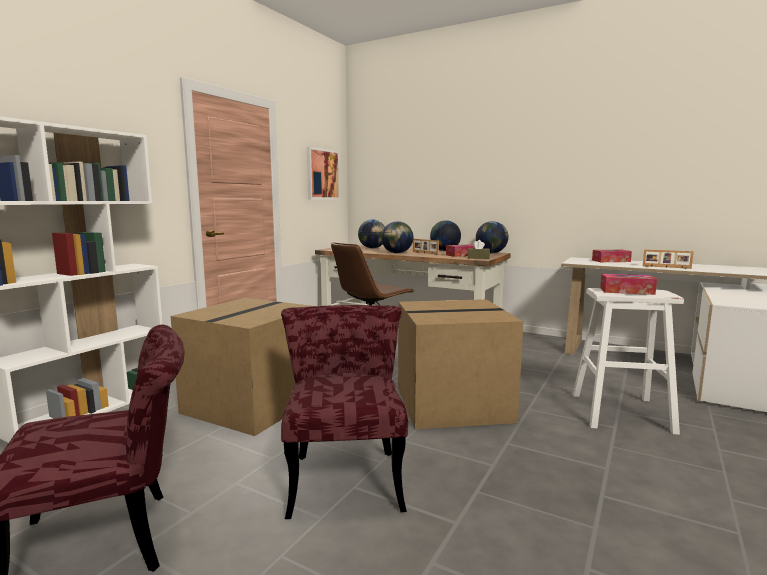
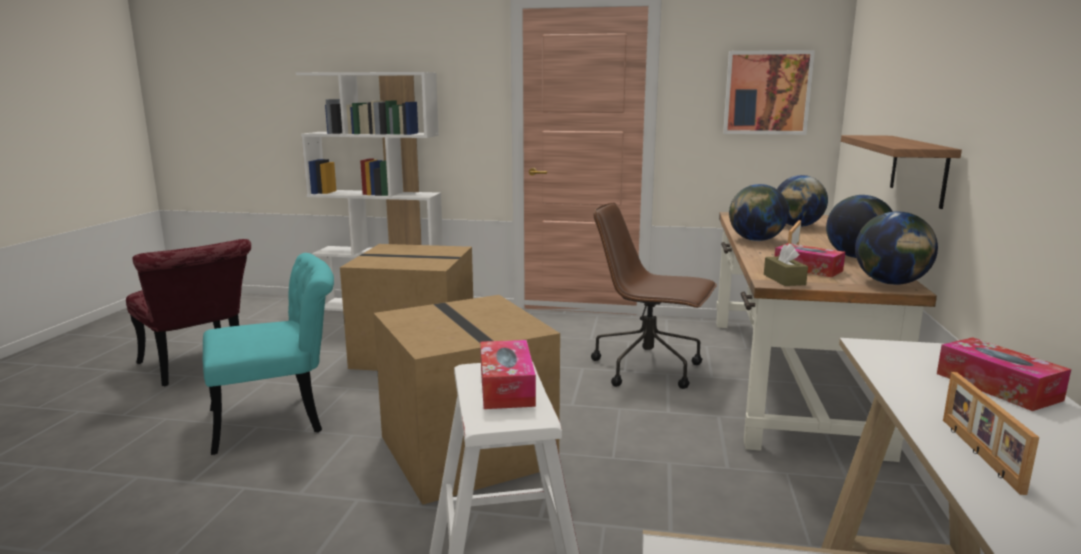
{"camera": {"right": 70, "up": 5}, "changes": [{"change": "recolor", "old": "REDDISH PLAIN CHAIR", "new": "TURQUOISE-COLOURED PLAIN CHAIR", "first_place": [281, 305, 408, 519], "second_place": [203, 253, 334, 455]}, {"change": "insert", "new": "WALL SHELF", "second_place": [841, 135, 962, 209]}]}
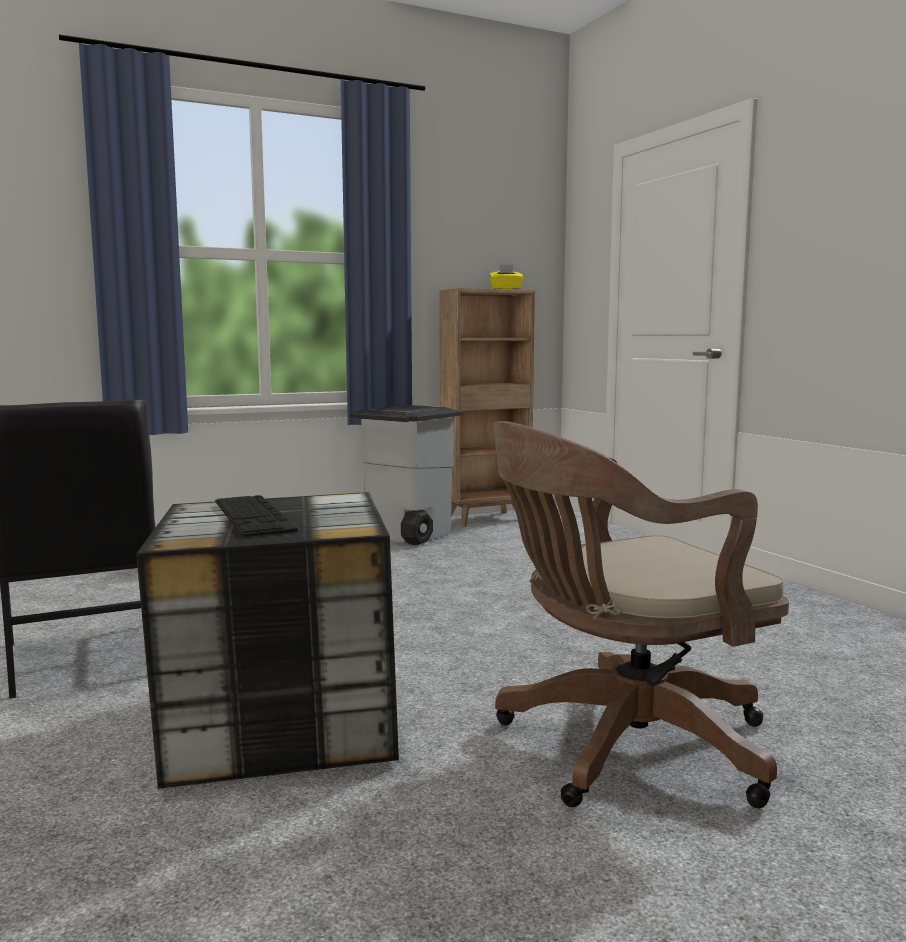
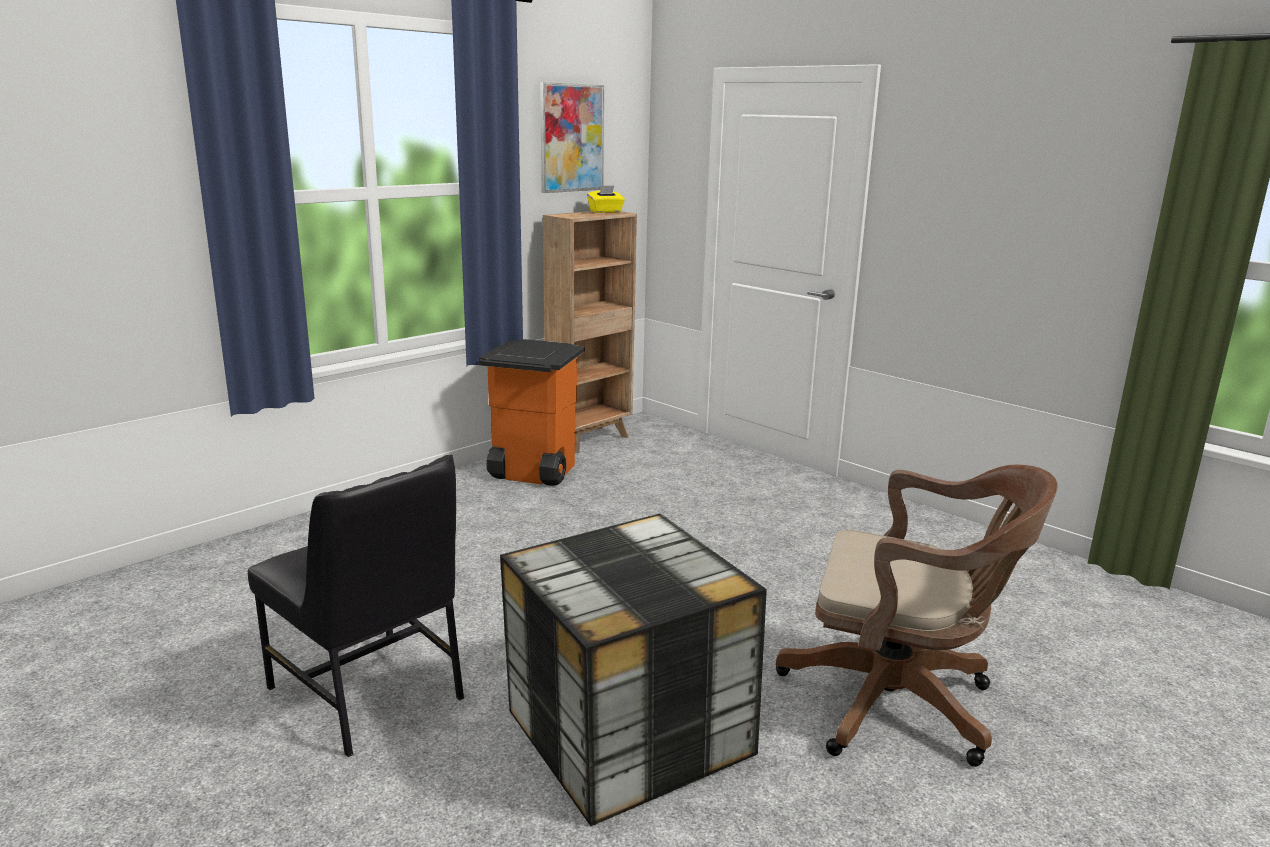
{"camera": {"right": -20, "up": 10}, "changes": [{"change": "recolor", "old": "GRAY WASTE BIN", "new": "ORANGE-COLOURED WASTE BIN", "first_place": [349, 405, 462, 545], "second_place": [479, 339, 585, 486]}, {"change": "rotate", "old": "BROWNISH COMPUTER CHAIR", "first_place": [493, 421, 789, 808], "second_place": [776, 464, 1058, 767], "degrees": -120}, {"change": "delete", "old": "PC KEYBOARD", "first_place": [215, 495, 298, 537]}, {"change": "insert", "new": "WALL PICTURE", "second_place": [540, 82, 604, 193]}]}
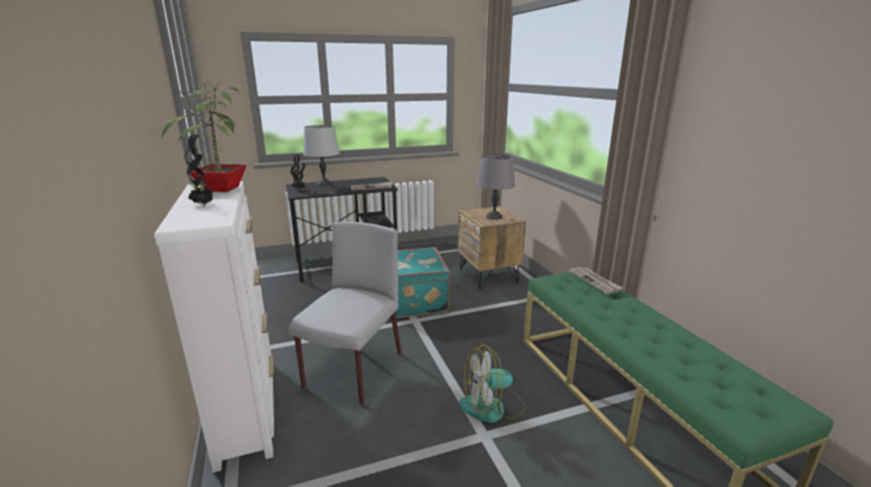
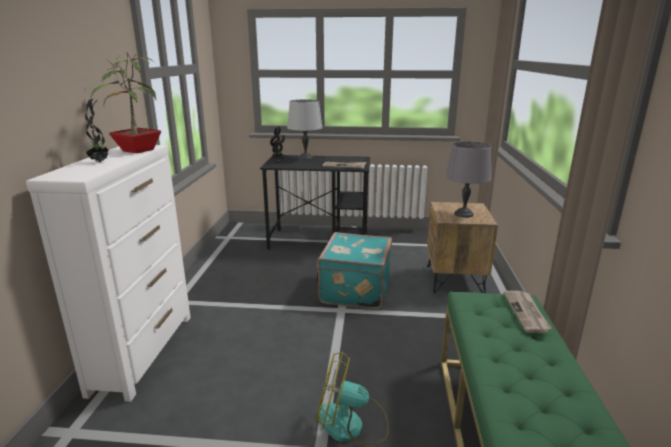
{"camera": {"right": 25, "up": 0}, "changes": [{"change": "delete", "old": "GRAY PLAIN CHAIR", "first_place": [289, 222, 402, 405]}]}
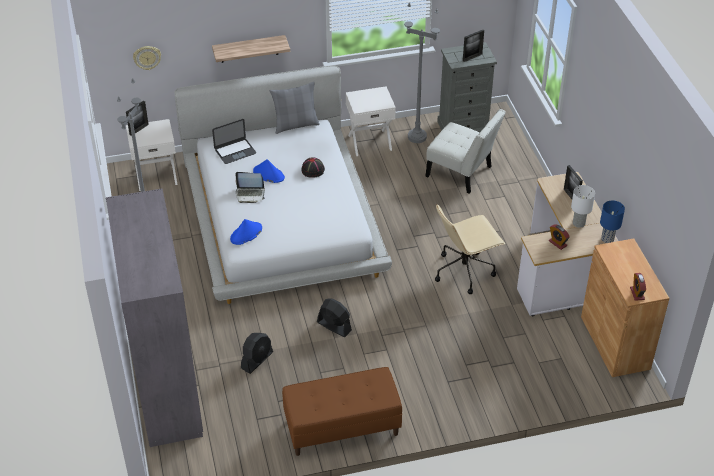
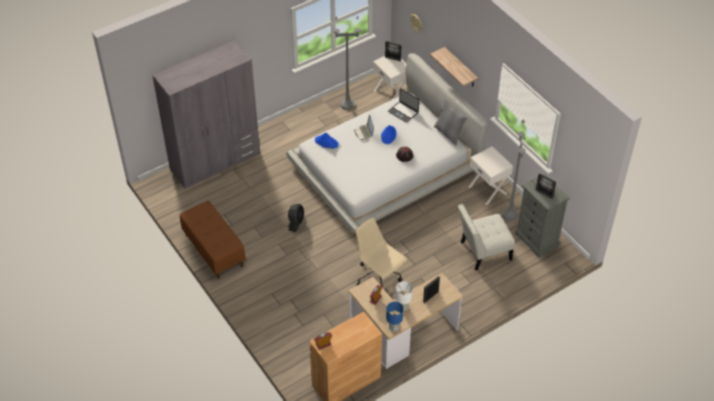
{"camera": {"right": 70, "up": 5}, "changes": [{"change": "rotate", "old": "WHITE PLAIN CHAIR", "first_place": [425, 109, 506, 194], "second_place": [458, 204, 515, 271], "degrees": 60}, {"change": "delete", "old": "BLACK COOLING FAN", "first_place": [241, 333, 273, 374]}]}
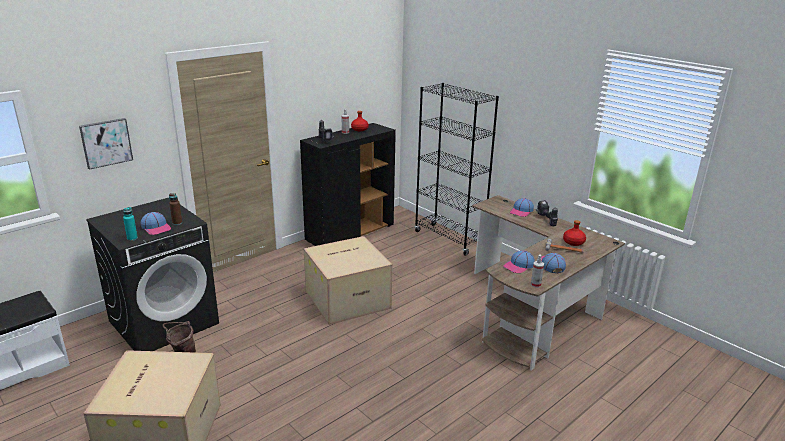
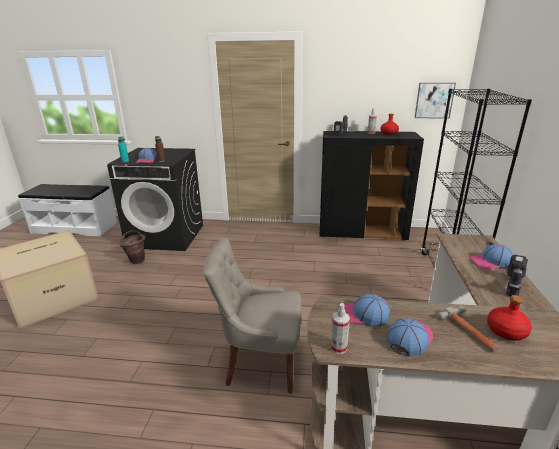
{"camera": {"right": 50, "up": 0}, "changes": [{"change": "move", "old": "WALL PICTURE", "first_place": [79, 118, 133, 170], "second_place": [415, 83, 456, 119]}, {"change": "delete", "old": "CARDBOARD BOX", "first_place": [304, 236, 392, 325]}, {"change": "insert", "new": "GRAY PLAIN CHAIR", "second_place": [203, 238, 302, 393]}]}
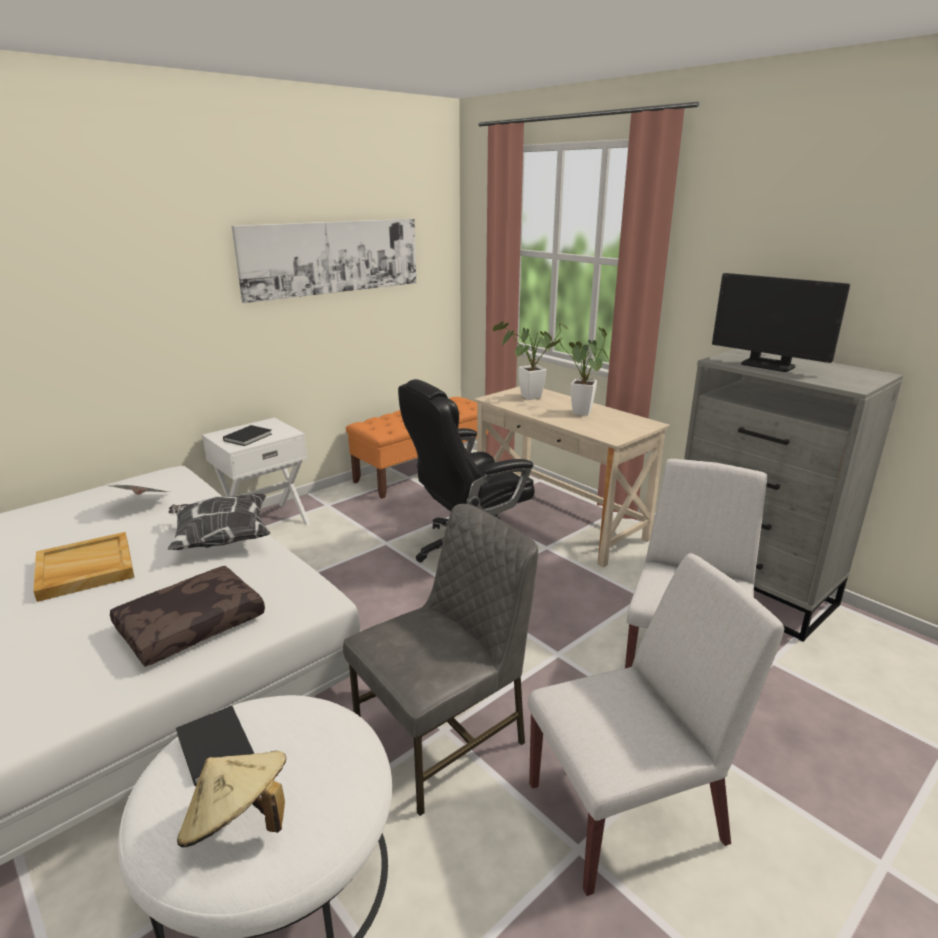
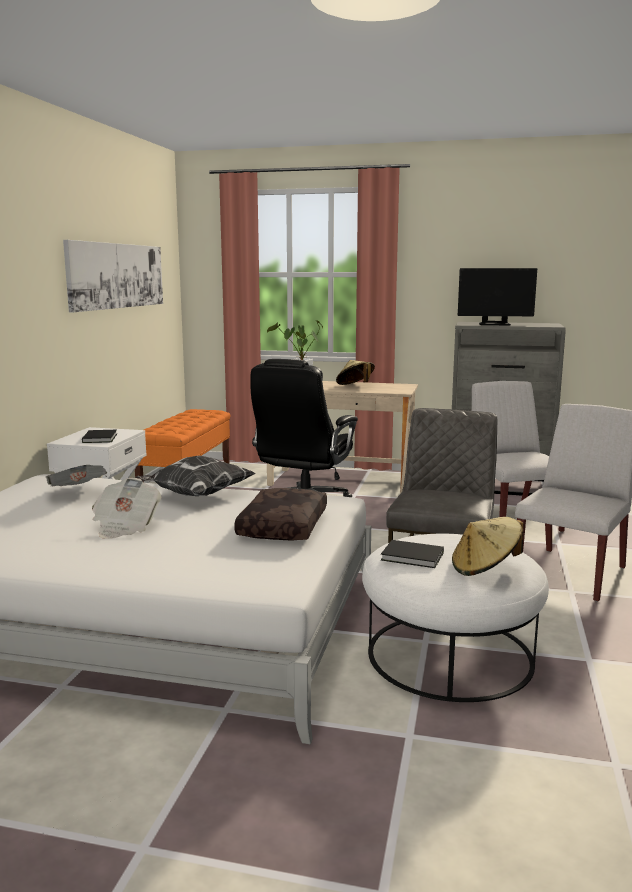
{"camera": {"right": -35, "up": -10}, "changes": [{"change": "replace", "old": "PLANT IN A POT", "new": "BEIGE-COLOURED CLOTHING HAT", "first_place": [545, 327, 608, 416], "second_place": [336, 360, 375, 385]}, {"change": "replace", "old": "BEIGE-COLOURED CARRYING TRAY", "new": "NEWSPAPER", "first_place": [33, 532, 134, 602], "second_place": [92, 478, 161, 539]}]}
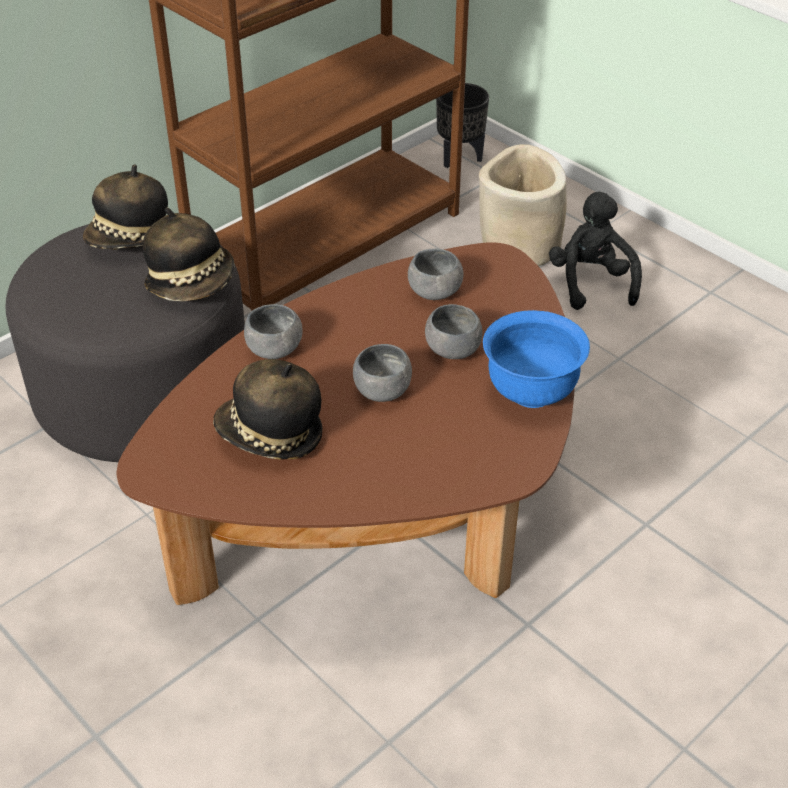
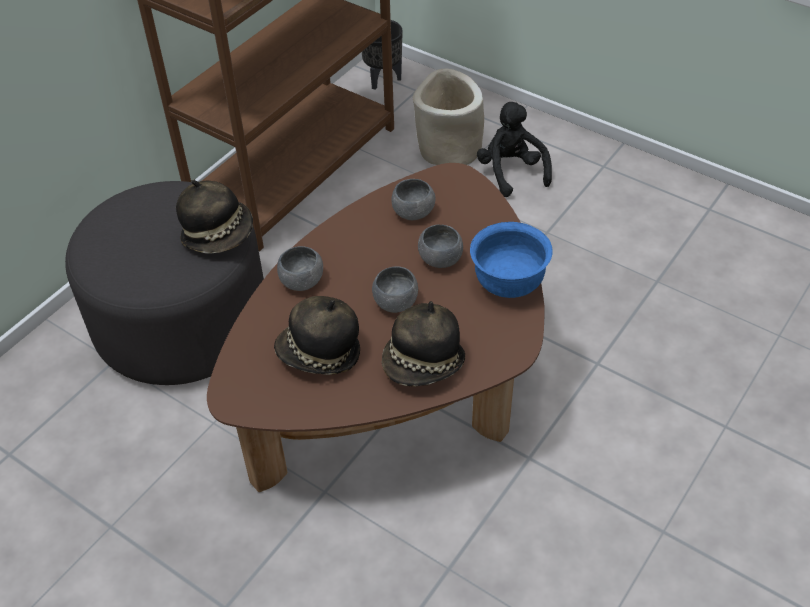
{"camera": {"right": -10, "up": 5}, "changes": [{"change": "move", "old": "CLOTHING HAT", "first_place": [83, 164, 168, 250], "second_place": [382, 301, 465, 387]}]}
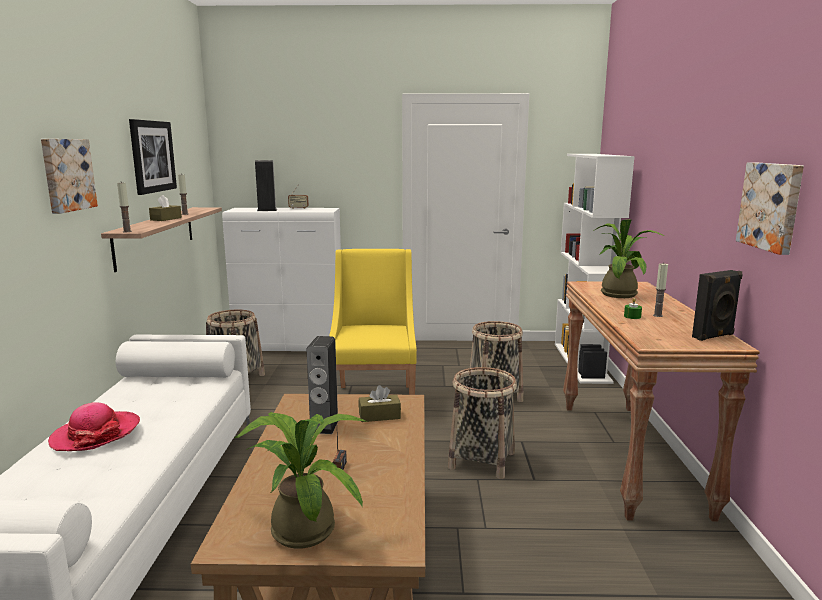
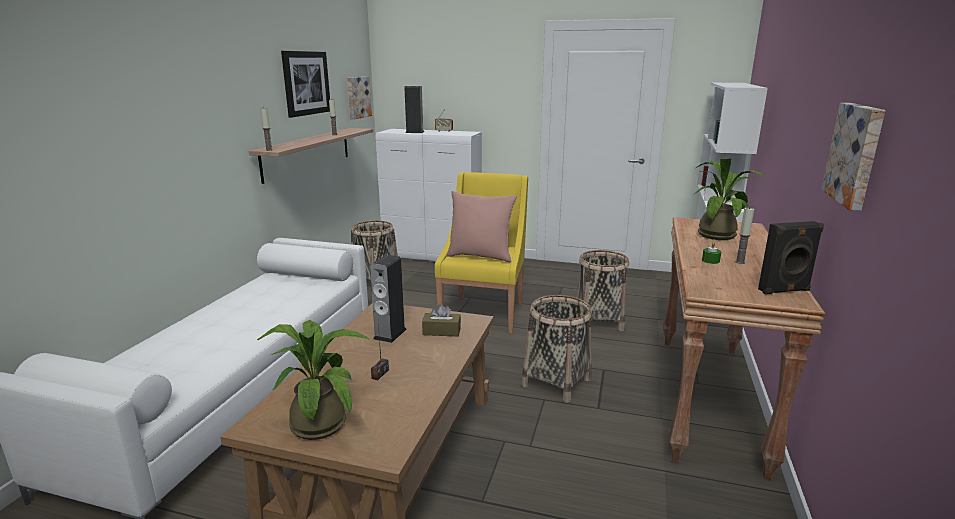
{"camera": {"right": 15, "up": 5}, "changes": [{"change": "move", "old": "WALL PICTURE", "first_place": [41, 139, 98, 214], "second_place": [347, 77, 372, 119]}, {"change": "delete", "old": "BROWNISH TISSUE BOX", "first_place": [149, 195, 182, 221]}, {"change": "delete", "old": "CLOTHING HAT", "first_place": [48, 402, 140, 451]}, {"change": "insert", "new": "PINK-COLOURED CUSHION", "second_place": [447, 191, 517, 262]}]}
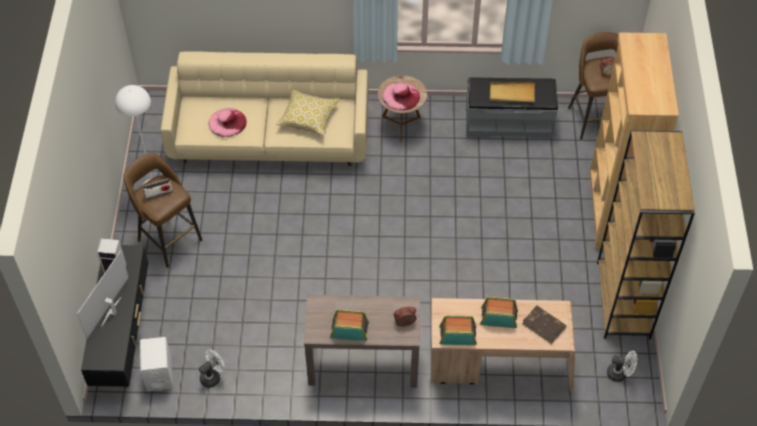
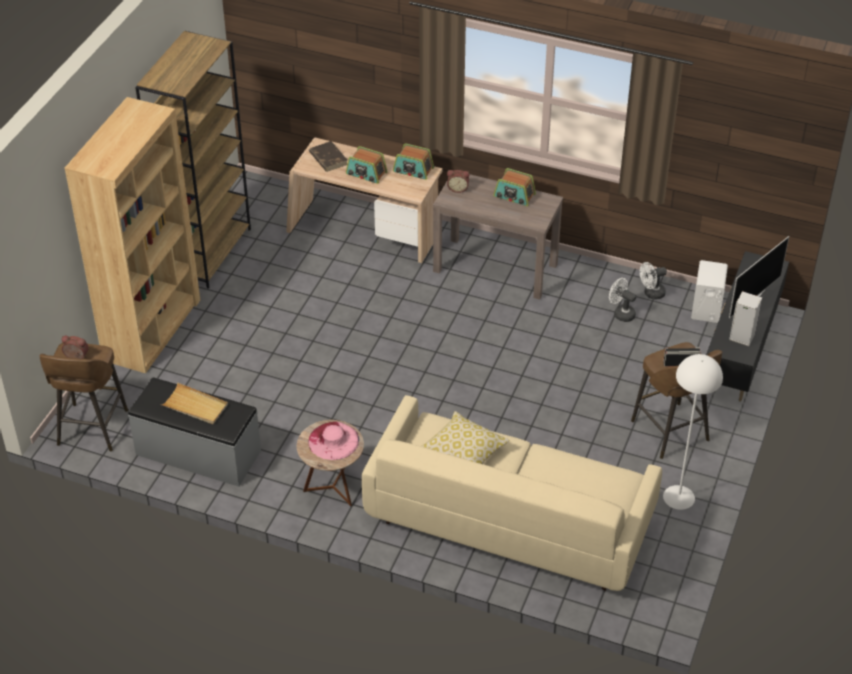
{"camera": {"right": -160, "up": -10}, "changes": [{"change": "delete", "old": "PINK-COLOURED CLOTHING HAT", "first_place": [209, 108, 247, 137]}, {"change": "move", "old": "WHITE COOLING FAN", "first_place": [607, 351, 637, 382], "second_place": [609, 278, 636, 322]}]}
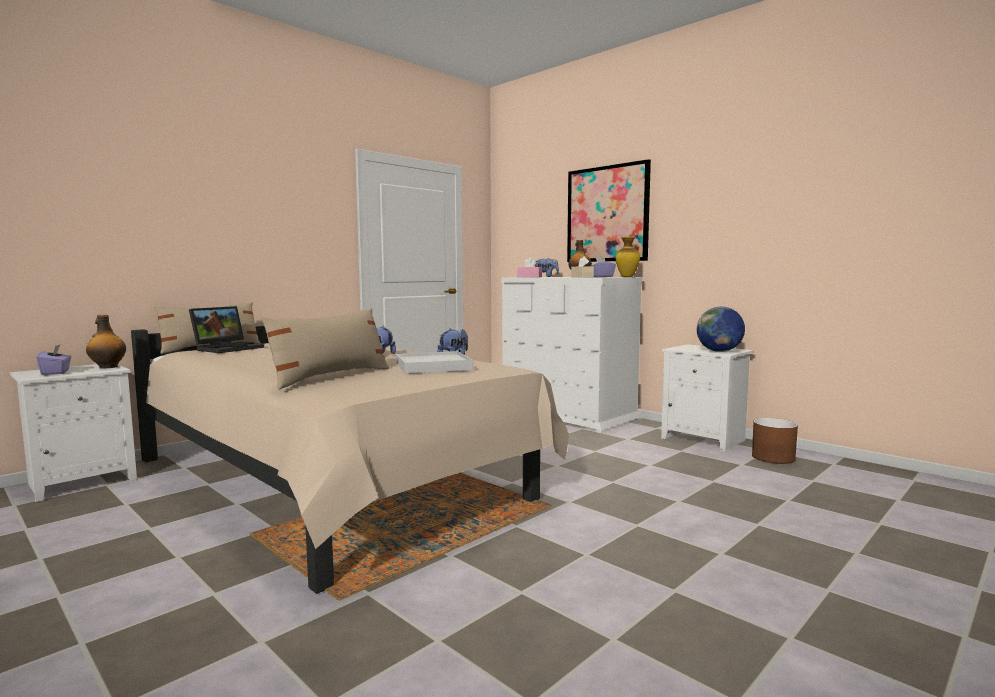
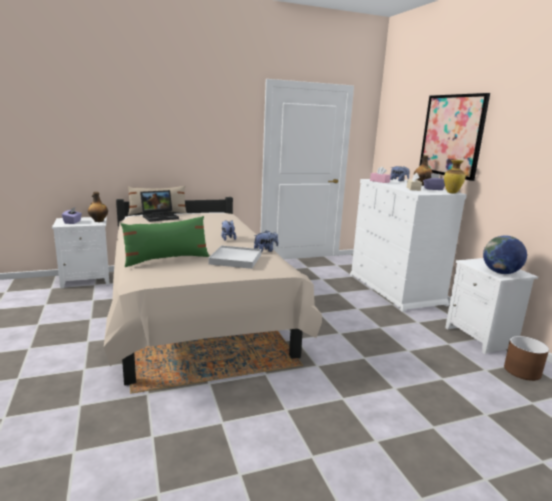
{"camera": {"right": 25, "up": 10}, "changes": [{"change": "recolor", "old": "BEIGE-COLOURED CUSHION", "new": "GREEN CUSHION", "first_place": [261, 308, 390, 390], "second_place": [121, 216, 209, 267]}]}
